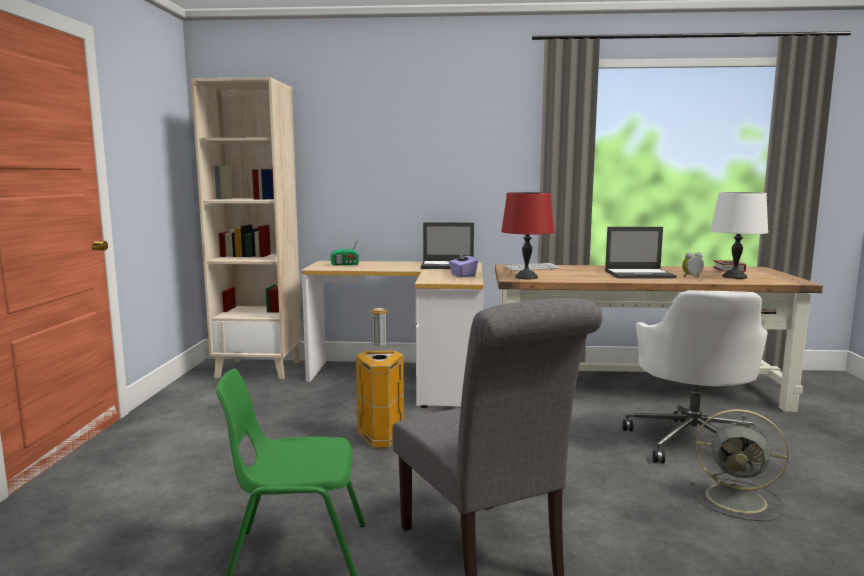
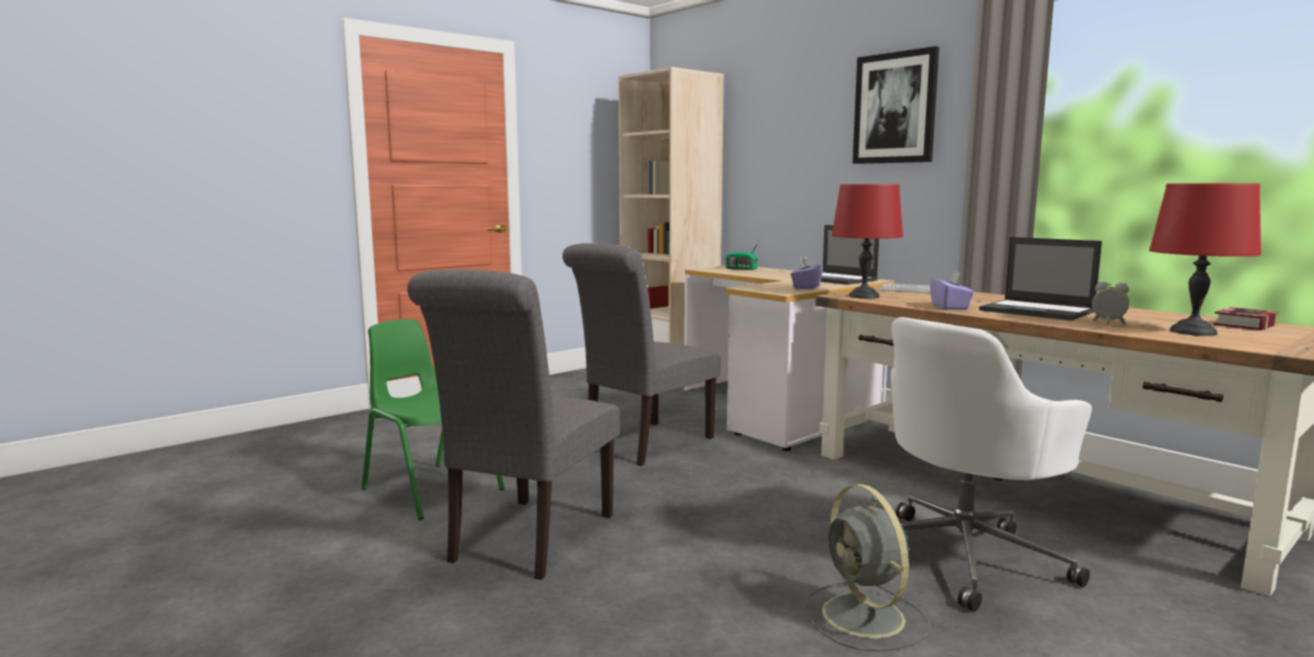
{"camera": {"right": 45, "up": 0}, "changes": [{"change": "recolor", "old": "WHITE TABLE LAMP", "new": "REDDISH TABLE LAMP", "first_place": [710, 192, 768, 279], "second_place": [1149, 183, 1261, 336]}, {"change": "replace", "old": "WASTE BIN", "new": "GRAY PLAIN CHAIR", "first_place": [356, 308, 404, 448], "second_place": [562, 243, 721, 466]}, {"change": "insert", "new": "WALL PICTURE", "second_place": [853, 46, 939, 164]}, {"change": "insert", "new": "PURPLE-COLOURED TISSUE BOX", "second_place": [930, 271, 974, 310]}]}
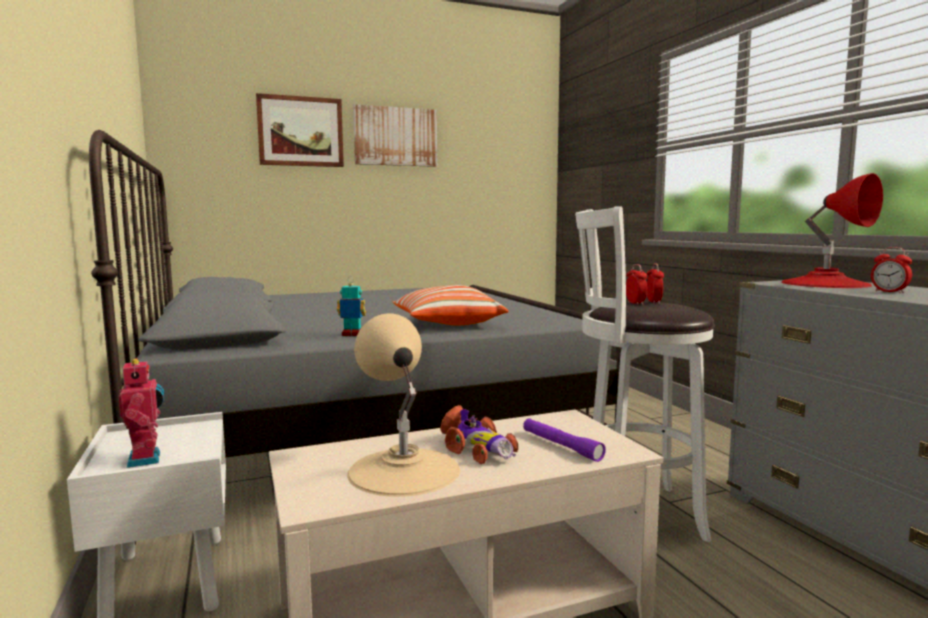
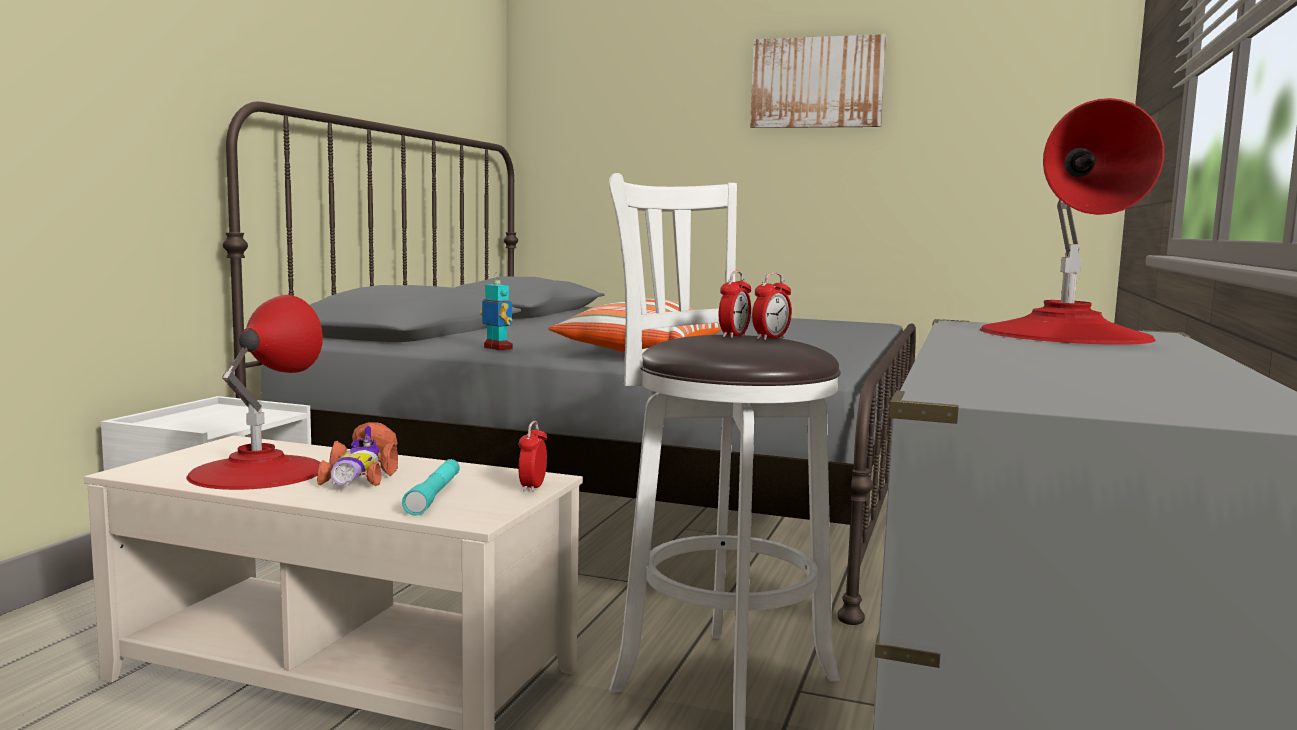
{"camera": {"right": 40, "up": 0}, "changes": [{"change": "delete", "old": "WALL PICTURE", "first_place": [256, 93, 344, 167]}, {"change": "move", "old": "TABLE CLOCK", "first_place": [871, 247, 912, 293], "second_place": [519, 421, 547, 492]}, {"change": "recolor", "old": "BEIGE-COLOURED TABLE LAMP", "new": "REDDISH TABLE LAMP", "first_place": [347, 314, 460, 497], "second_place": [186, 295, 323, 490]}, {"change": "delete", "old": "TOY ROBOT", "first_place": [119, 358, 164, 468]}, {"change": "recolor", "old": "PURPLE-COLOURED FLASHLIGHT", "new": "TURQUOISE-COLOURED FLASHLIGHT", "first_place": [523, 418, 606, 462], "second_place": [402, 459, 460, 516]}]}
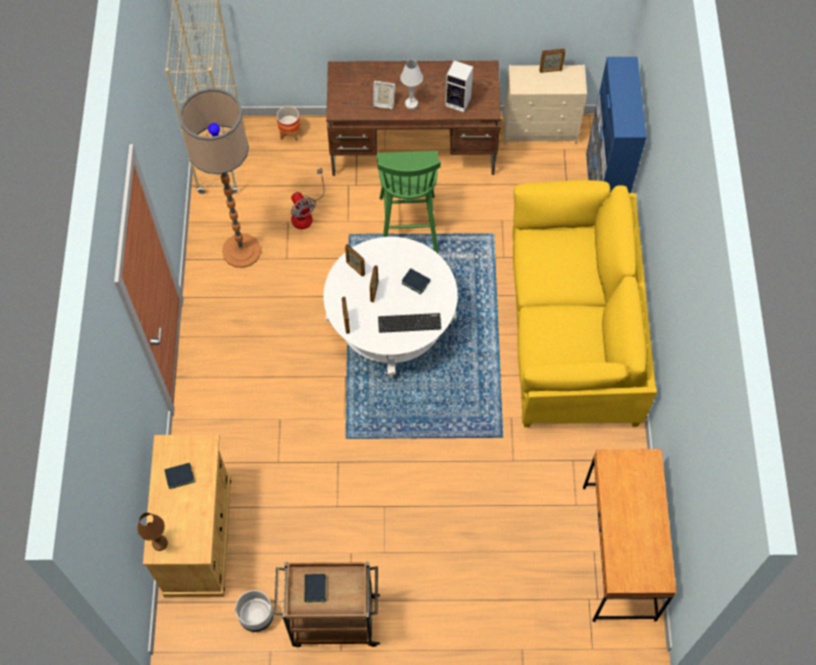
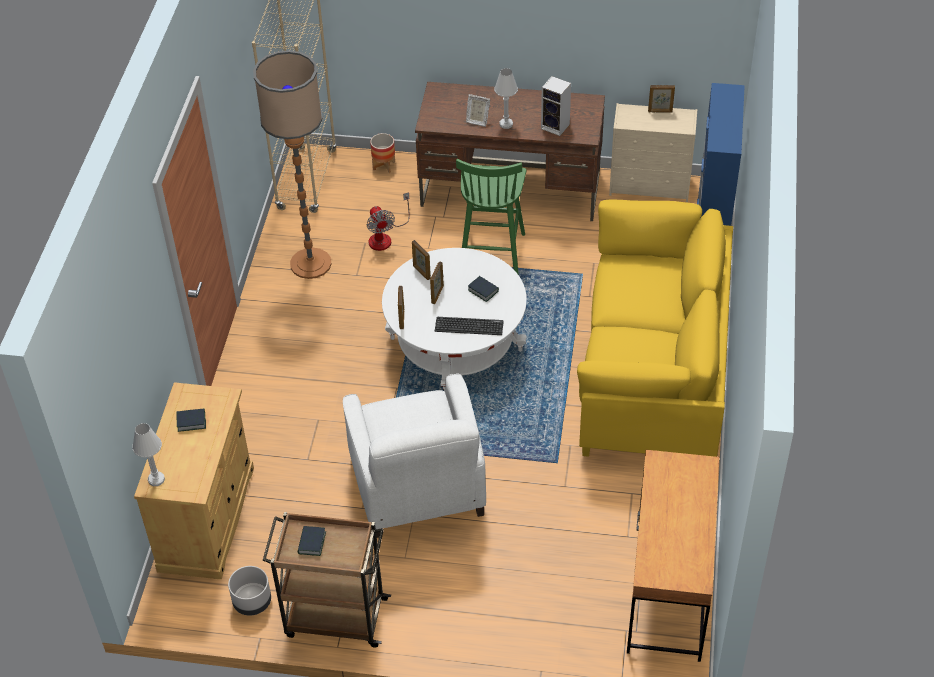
{"camera": {"right": 10, "up": -15}, "changes": [{"change": "recolor", "old": "BROWNISH TABLE LAMP", "new": "WHITE TABLE LAMP", "first_place": [137, 513, 168, 551], "second_place": [132, 423, 165, 486]}, {"change": "insert", "new": "WHITE ARMCHAIR", "second_place": [343, 374, 486, 538]}]}
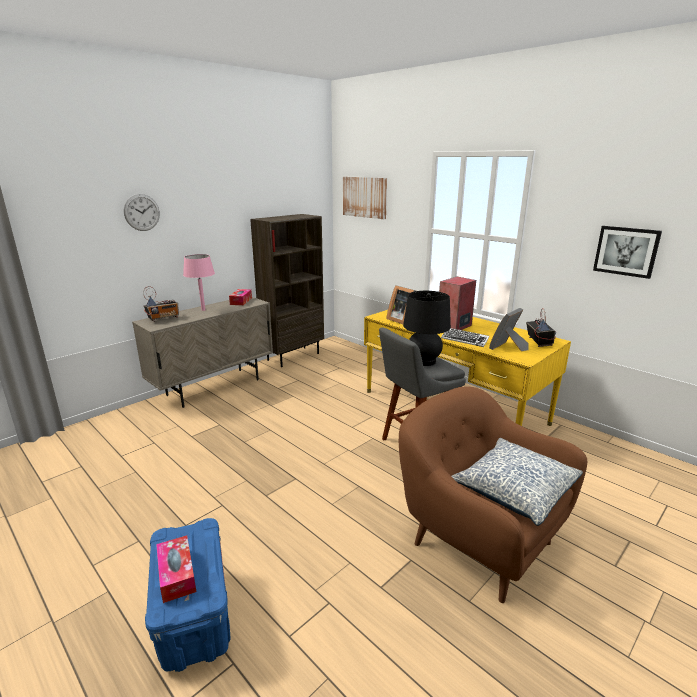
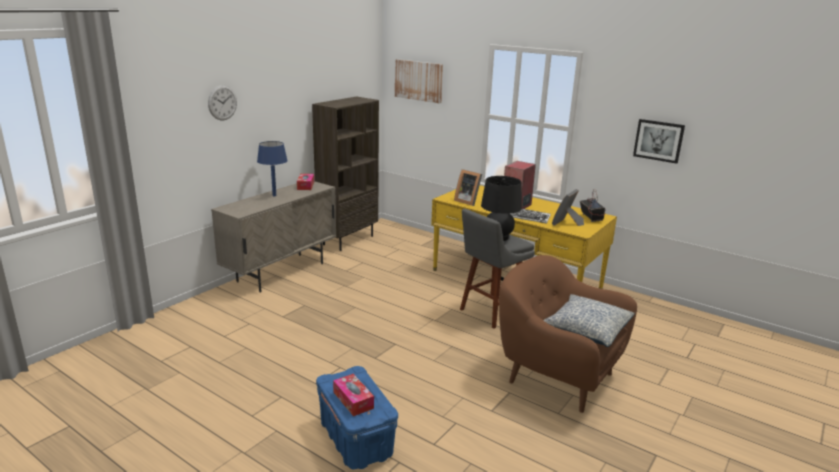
{"camera": {"right": -10, "up": 0}, "changes": [{"change": "recolor", "old": "PINK-COLOURED TABLE LAMP", "new": "BLUISH TABLE LAMP", "first_place": [183, 254, 215, 311], "second_place": [257, 141, 288, 196]}, {"change": "delete", "old": "RADIO SET", "first_place": [143, 286, 179, 322]}]}
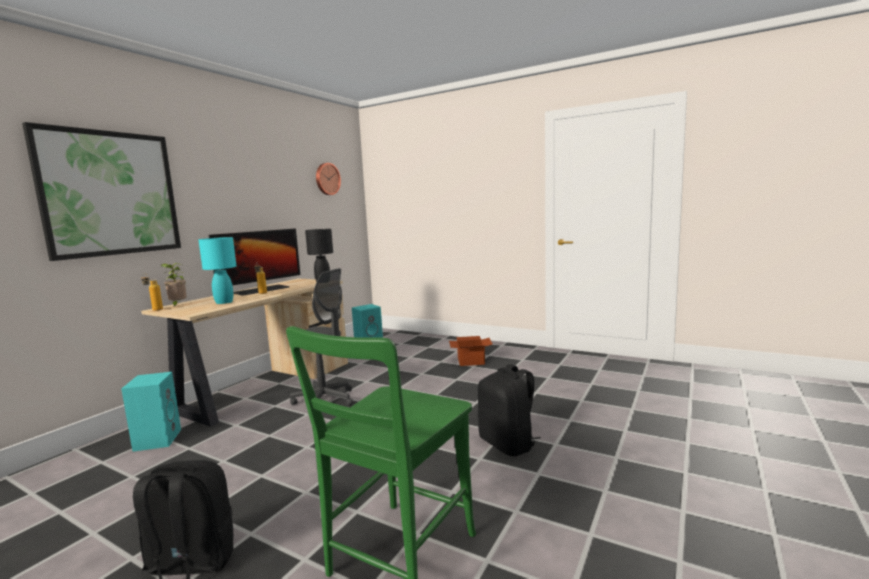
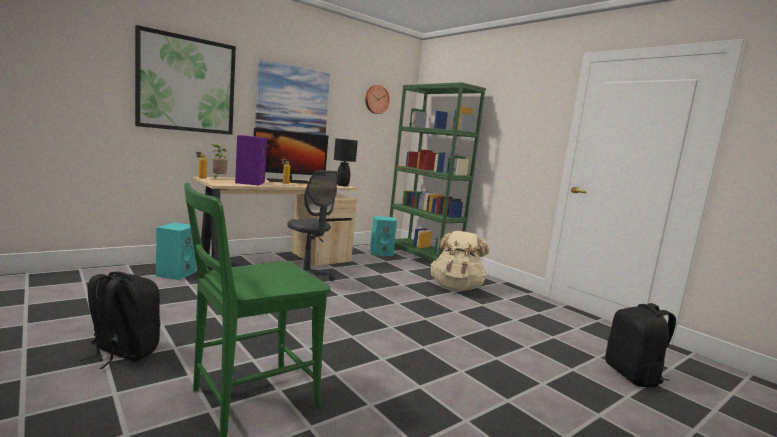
{"camera": {"right": 20, "up": 0}, "changes": [{"change": "replace", "old": "TURQUOISE-COLOURED TABLE LAMP", "new": "PURPLE-COLOURED LOUDSPEAKER", "first_place": [199, 237, 237, 304], "second_place": [235, 135, 267, 185]}, {"change": "replace", "old": "CARDBOARD BOX", "new": "BEIGE-COLOURED BACKPACK", "first_place": [449, 336, 492, 366], "second_place": [431, 231, 489, 290]}, {"change": "move", "old": "BLACK BACKPACK", "first_place": [478, 364, 541, 456], "second_place": [605, 303, 676, 387]}, {"change": "insert", "new": "WALL PICTURE", "second_place": [255, 59, 330, 135]}, {"change": "insert", "new": "GREEN SHELVING UNIT", "second_place": [389, 82, 486, 262]}]}
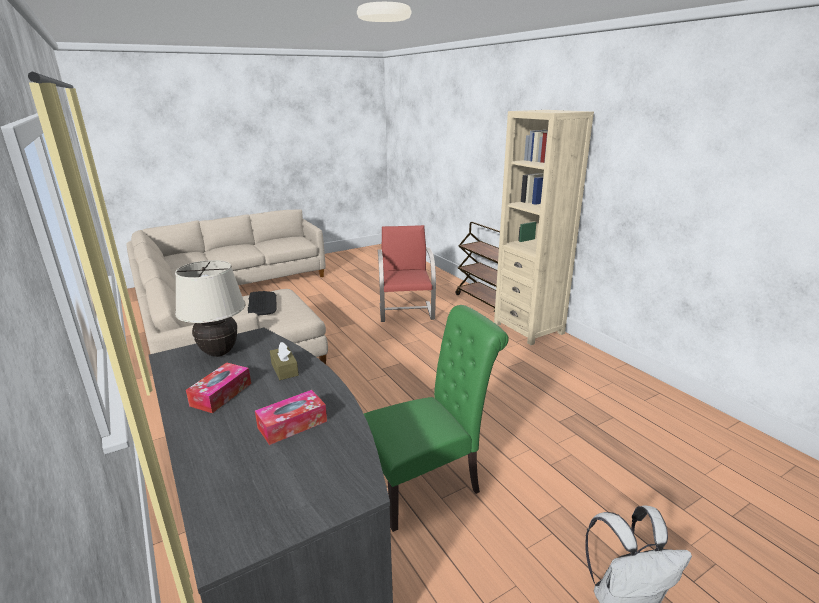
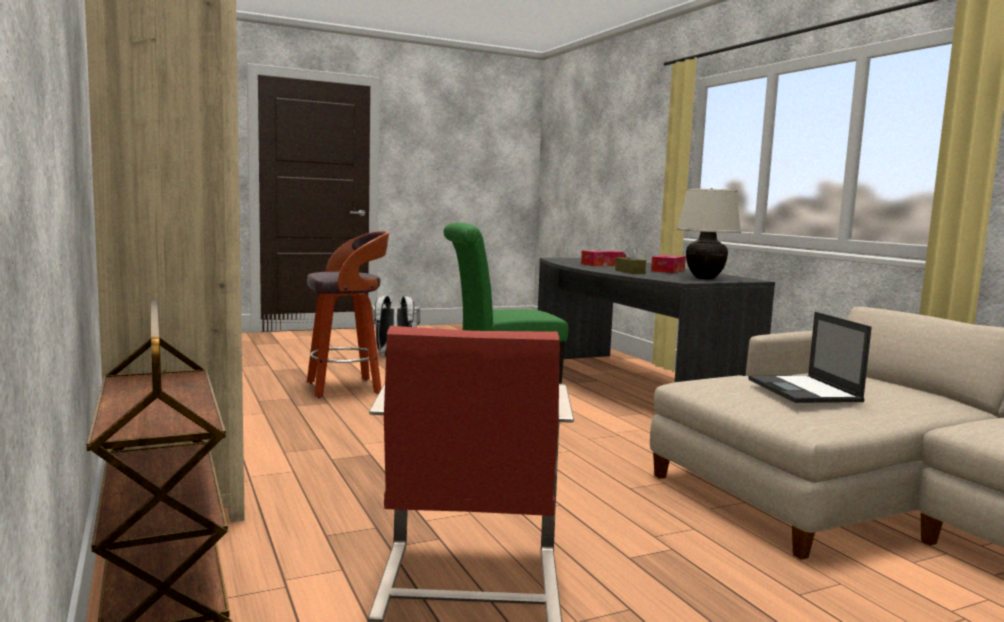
{"camera": {"right": -175, "up": -15}, "changes": [{"change": "replace", "old": "PC KEYBOARD", "new": "PORTABLE COMPUTER", "first_place": [248, 291, 277, 316], "second_place": [749, 312, 872, 403]}, {"change": "insert", "new": "STOOL SEAT", "second_place": [307, 231, 389, 398]}]}
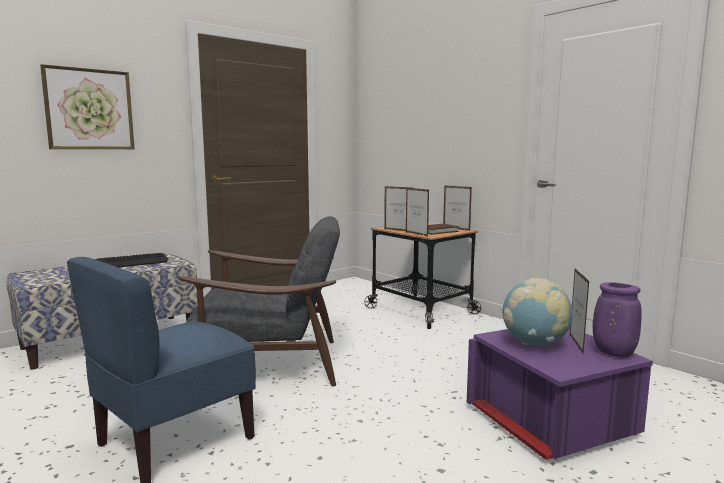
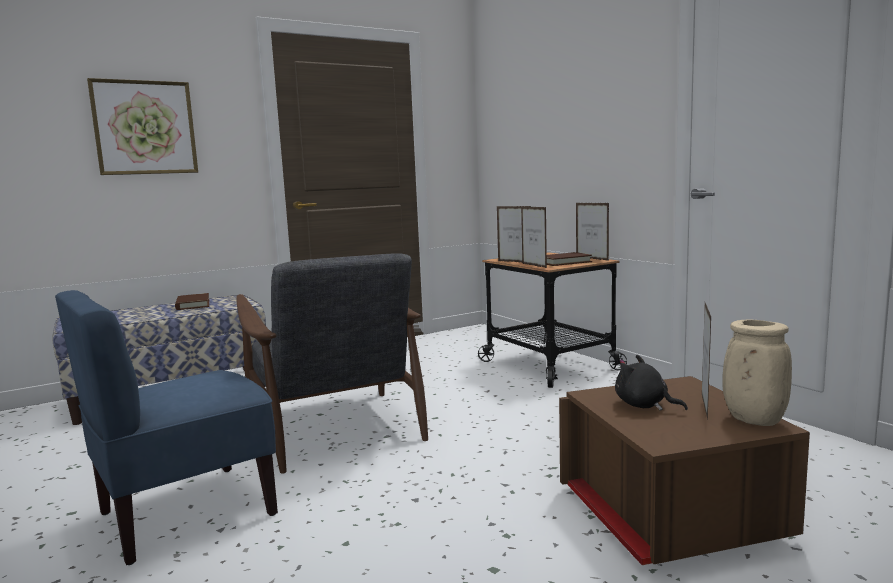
{"camera": {"right": 10, "up": 0}, "changes": [{"change": "rotate", "old": "GRAY ARMCHAIR", "first_place": [178, 216, 340, 387], "second_place": [237, 253, 428, 474], "degrees": 60}, {"change": "replace", "old": "PC KEYBOARD", "new": "BROWNISH BOOK", "first_place": [95, 253, 168, 268], "second_place": [175, 293, 209, 310]}, {"change": "replace", "old": "WORLD GLOBE", "new": "BLACK CUDDLY TOY", "first_place": [501, 278, 573, 346], "second_place": [615, 355, 688, 411]}, {"change": "recolor", "old": "PURPLE-COLOURED FLOWER VASE", "new": "BEIGE-COLOURED FLOWER VASE", "first_place": [593, 282, 642, 357], "second_place": [722, 320, 792, 426]}, {"change": "recolor", "old": "PURPLE-COLOURED STORAGE CONTAINER", "new": "BROWNISH STORAGE CONTAINER", "first_place": [467, 328, 653, 460], "second_place": [559, 376, 810, 565]}]}
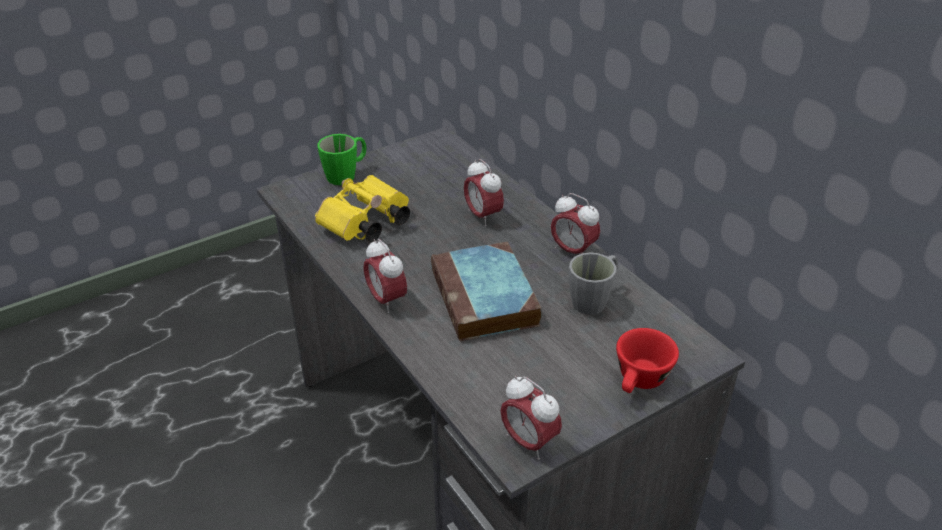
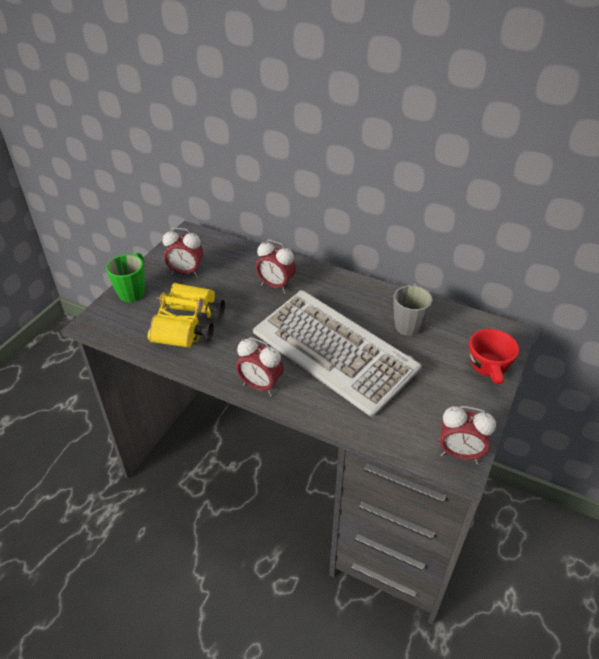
{"camera": {"right": -30, "up": 5}, "changes": [{"change": "move", "old": "TABLE CLOCK", "first_place": [551, 193, 600, 254], "second_place": [162, 228, 203, 278]}, {"change": "replace", "old": "BOOK", "new": "PC KEYBOARD", "first_place": [431, 242, 542, 341], "second_place": [253, 290, 422, 417]}]}
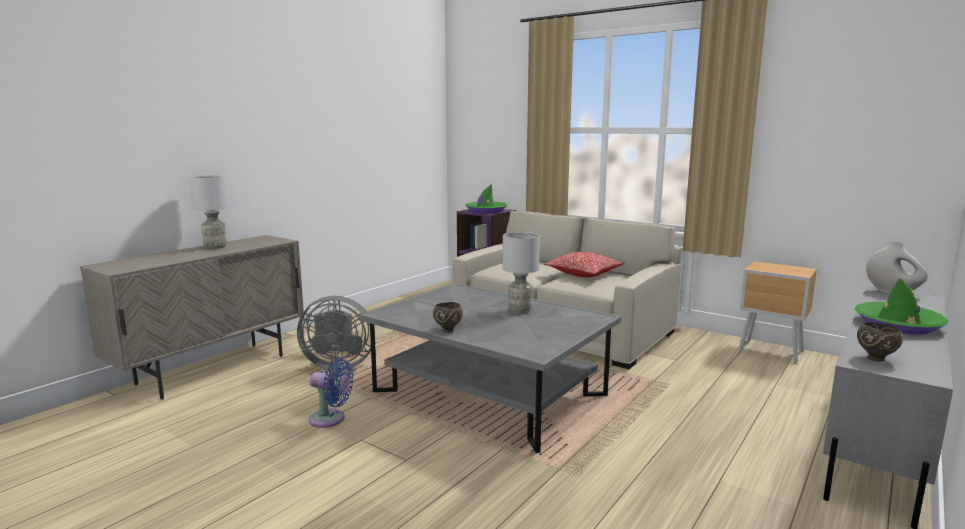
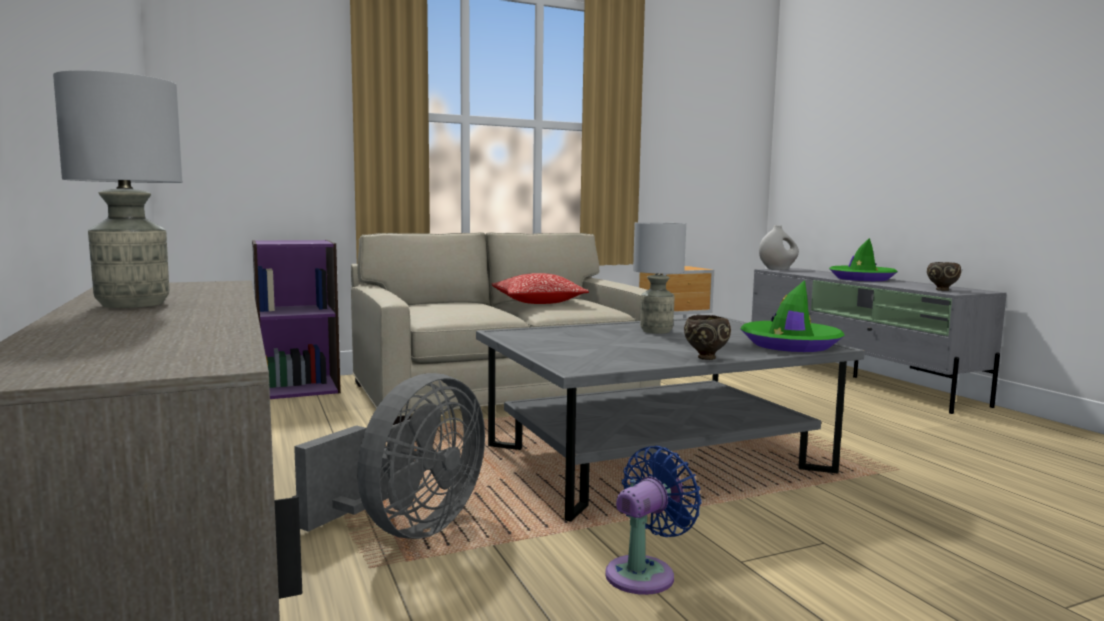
{"camera": {"right": -60, "up": -5}, "changes": [{"change": "move", "old": "GREEN CLOTHING HAT", "first_place": [465, 184, 507, 213], "second_place": [740, 280, 845, 352]}]}
